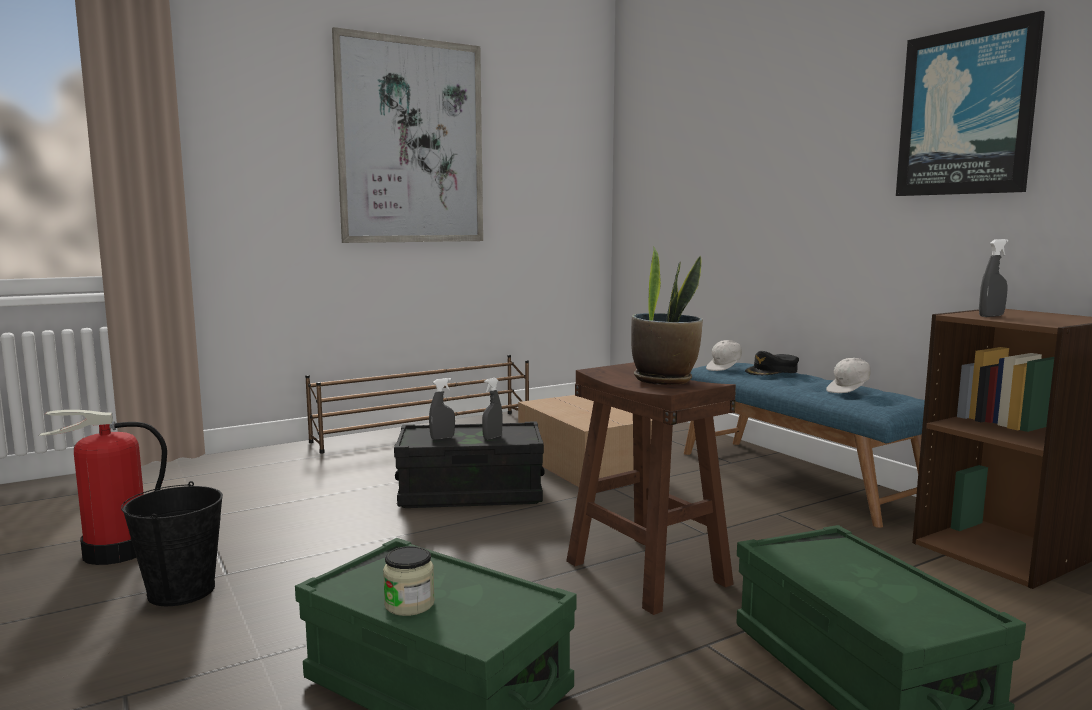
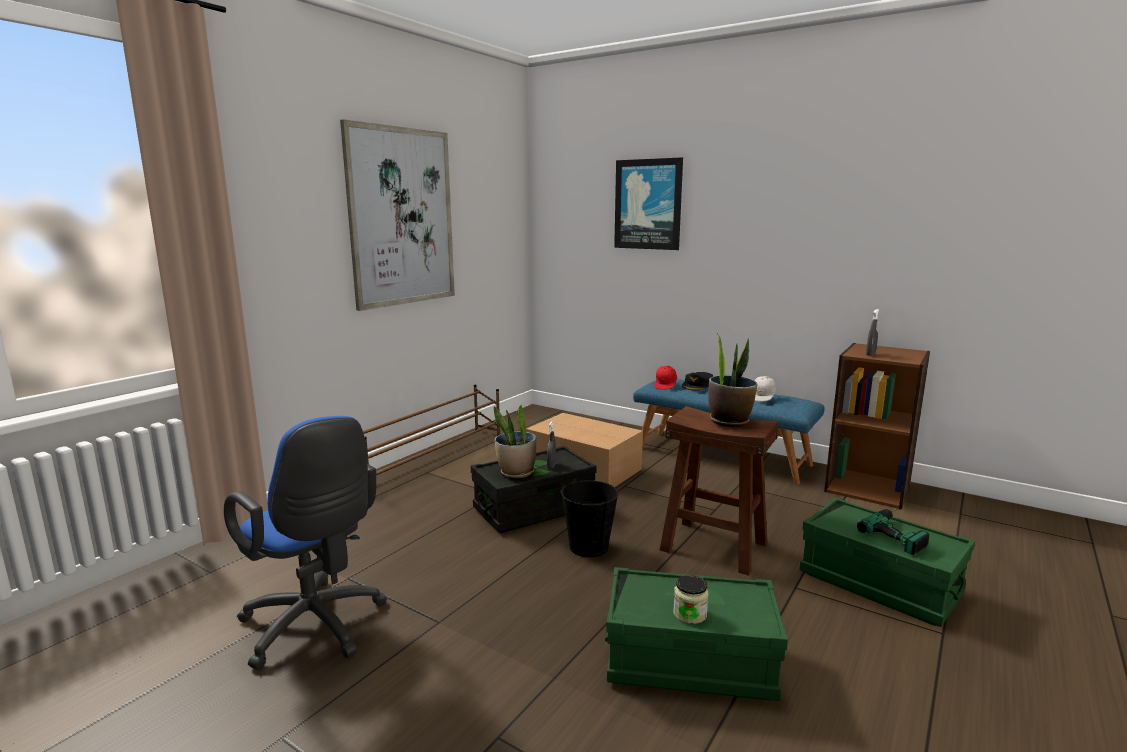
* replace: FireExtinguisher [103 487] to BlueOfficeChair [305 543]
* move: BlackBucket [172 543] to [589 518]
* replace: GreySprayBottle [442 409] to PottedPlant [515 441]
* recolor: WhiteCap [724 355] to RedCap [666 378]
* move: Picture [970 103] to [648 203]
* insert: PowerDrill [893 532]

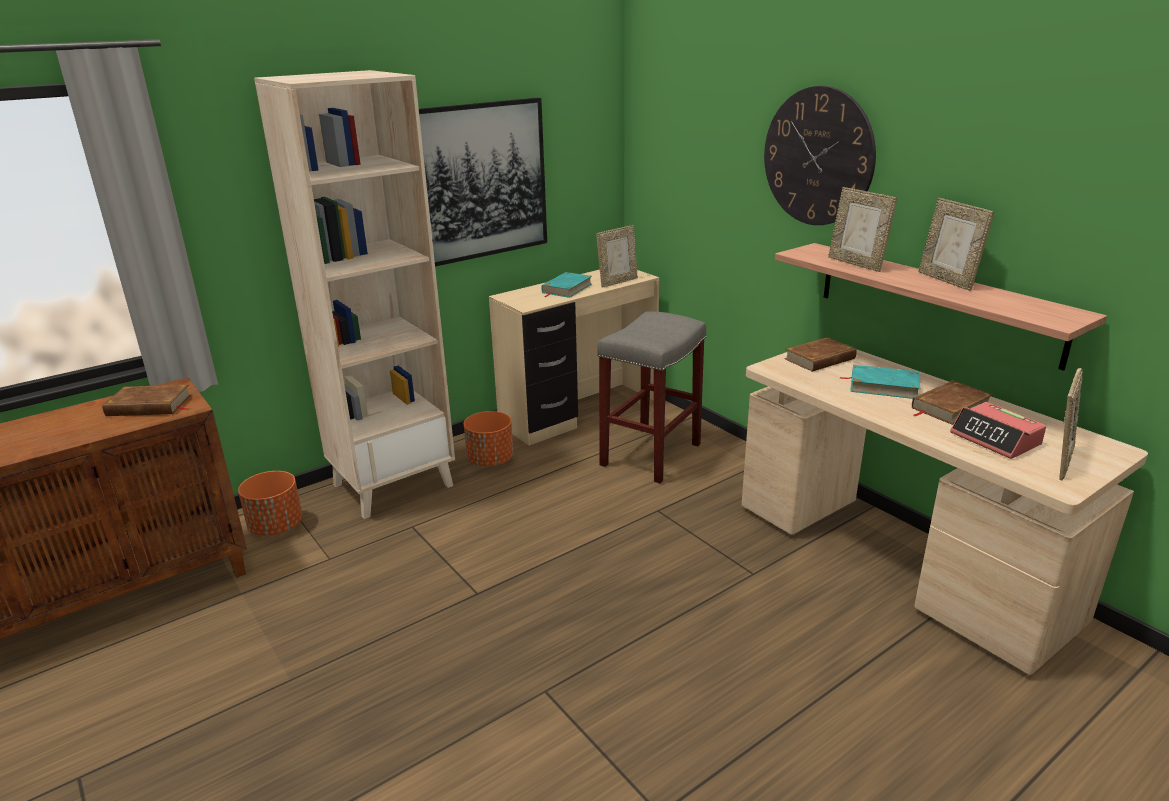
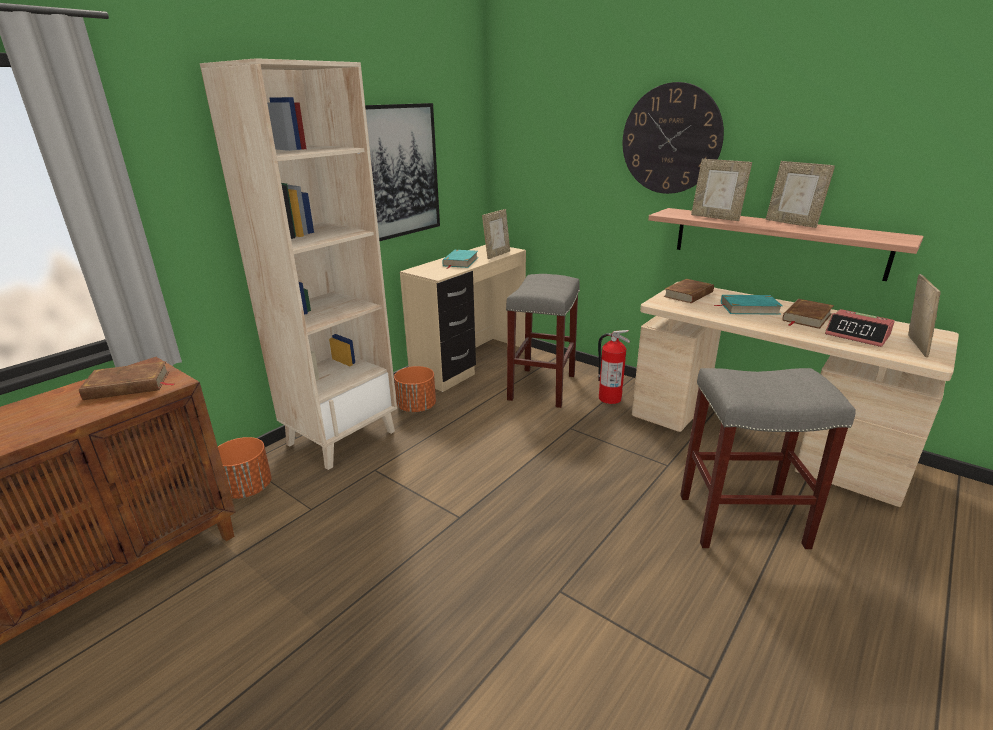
* insert: FireExtinguisher [614 367]
* insert: GreyStool [768 458]

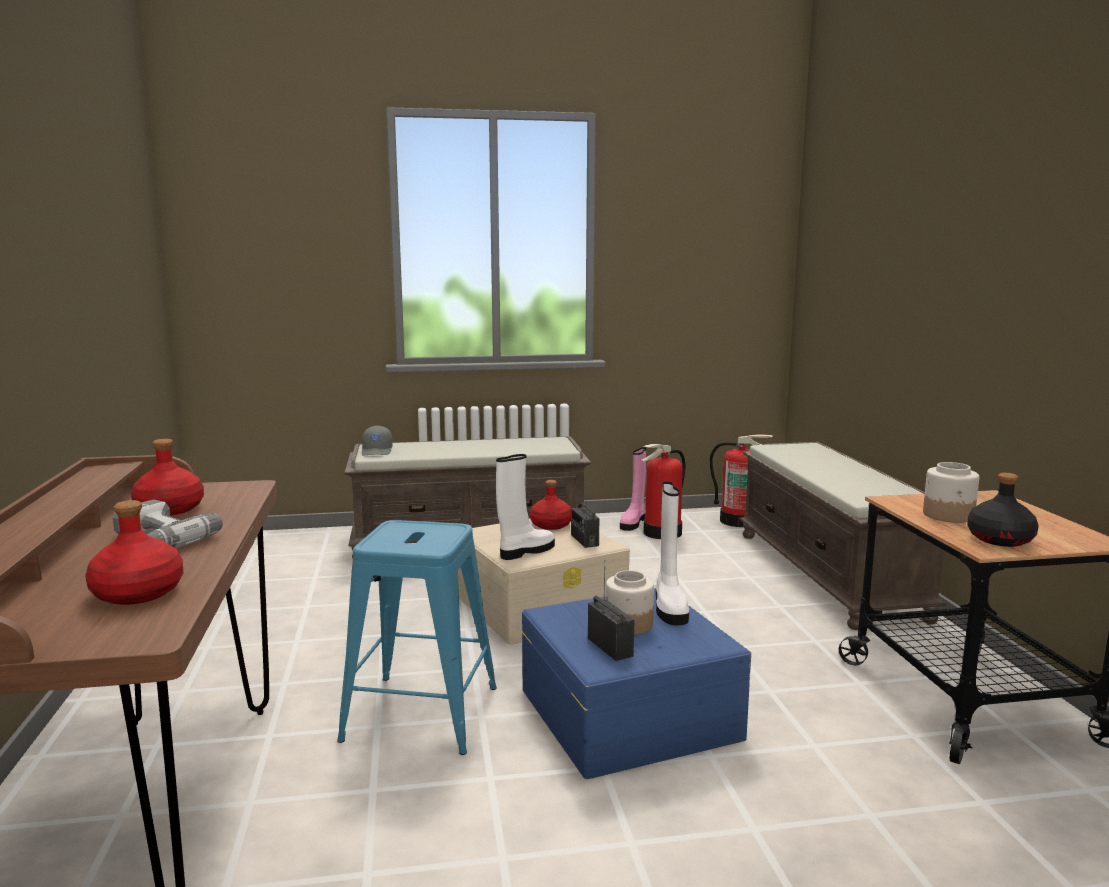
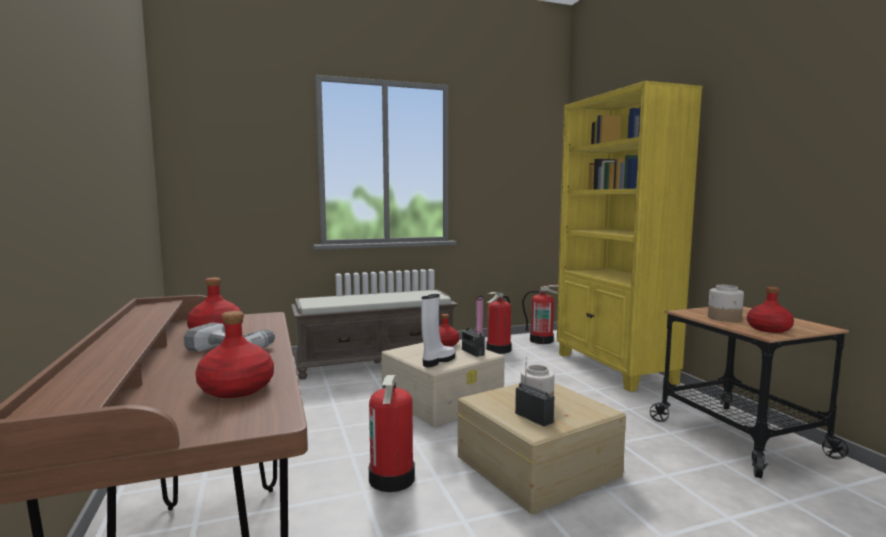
* replace: BlueStool [417 637] to FireExtinguisher [392 433]
* delete: GreyCap [377 440]
* recolor: BlueStorageBox [636 683] to BeigeStorageBox [541 448]
* delete: WhiteBoot [672 553]
* replace: BrownBench [843 536] to YellowBookcase [629 236]
* recolor: BlackBottle [1003 510] to RedBottle [770 310]

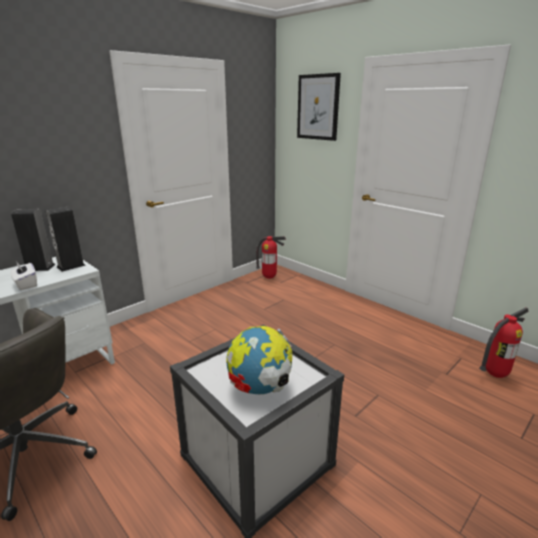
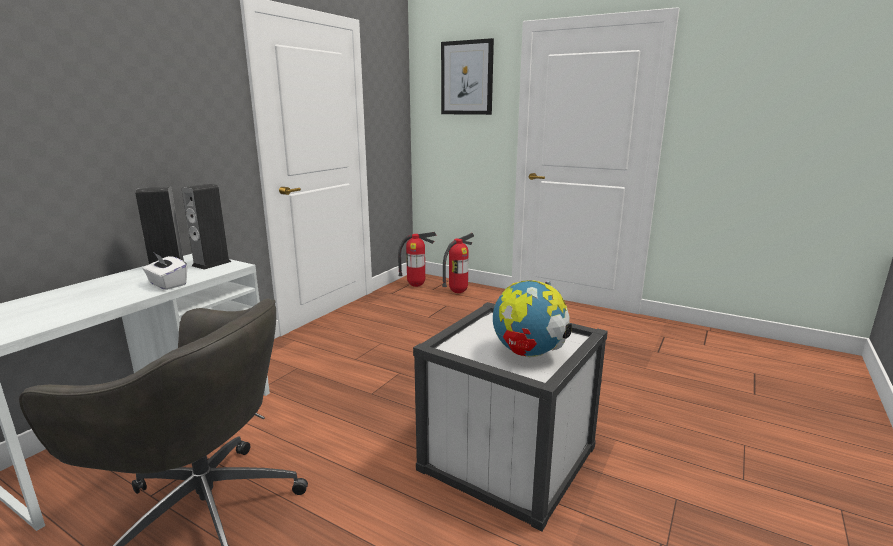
* move: FireExtinguisher [504 343] to [458 263]

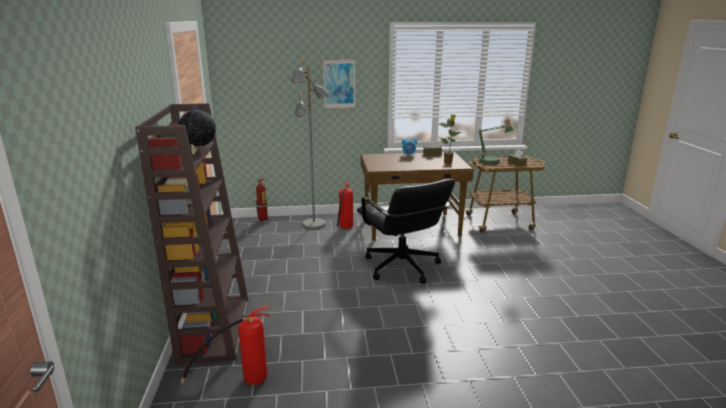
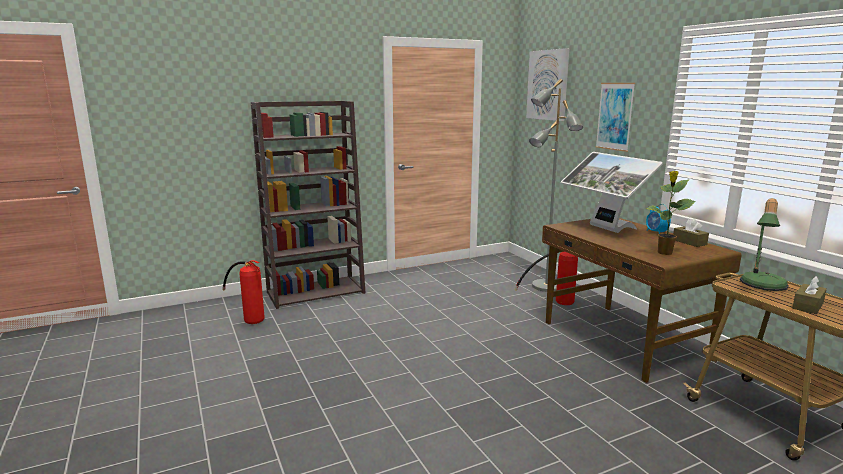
* delete: Globe [197 127]
* delete: FireExtinguisher [263 201]
* delete: BlackOfficeChair [406 231]
* insert: Picture [548 84]
* insert: Monitor [612 192]

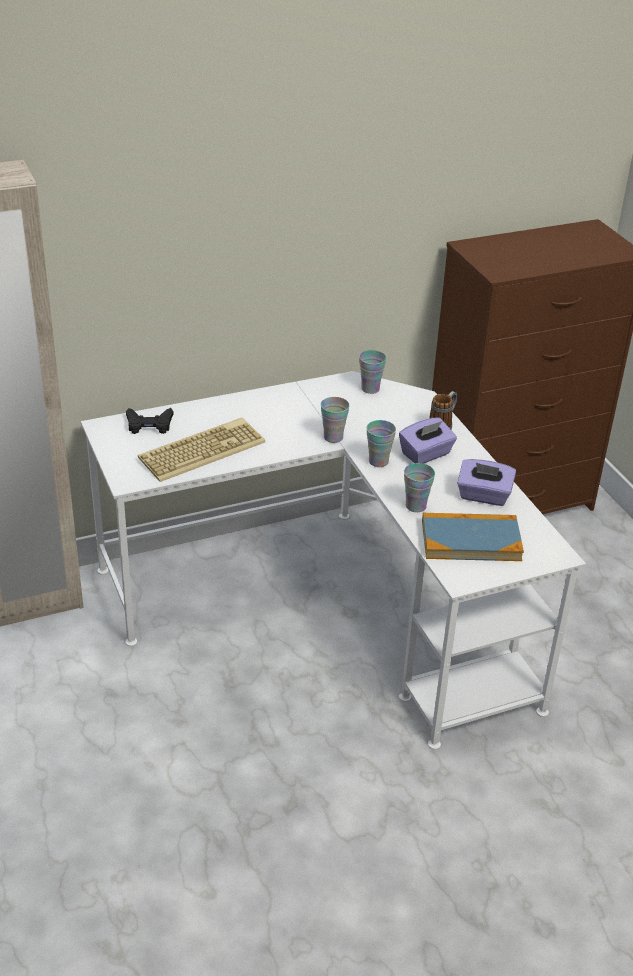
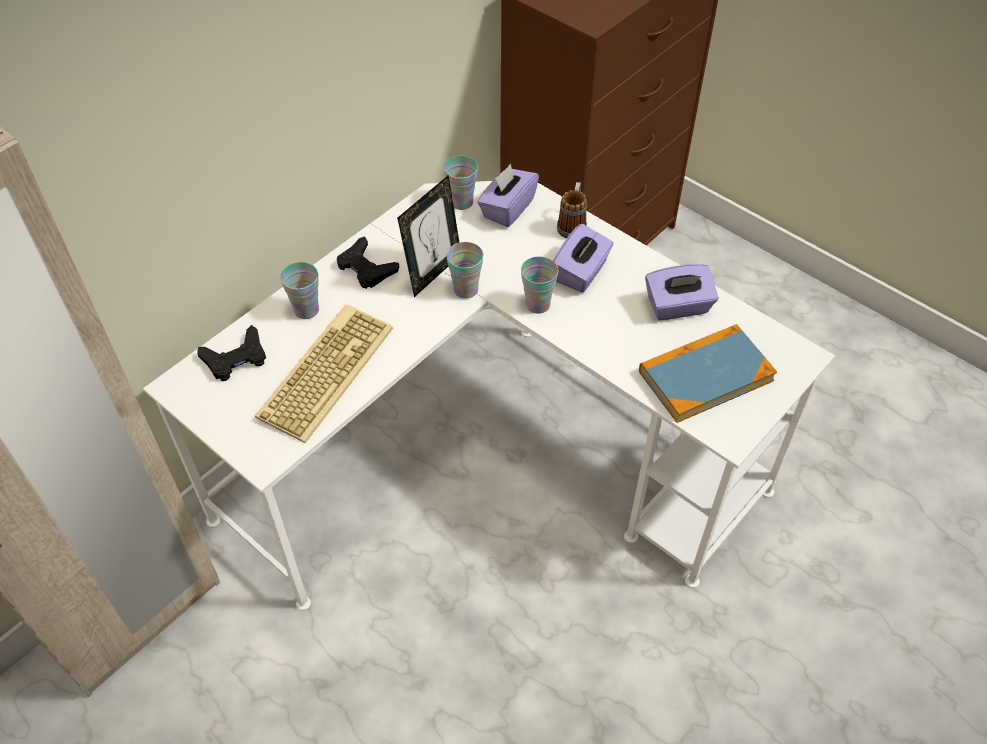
* move: Cup [419 487] to [299 290]
* insert: BlackGameController [368 262]
* insert: PictureFrame [428 236]
* insert: PurpleTissueBox [508 195]

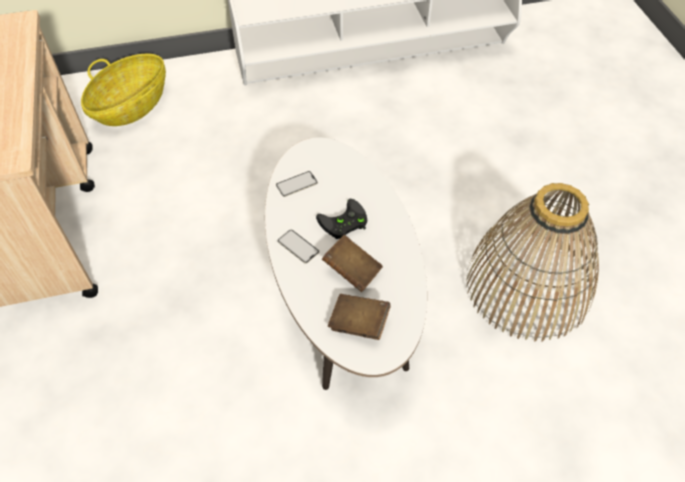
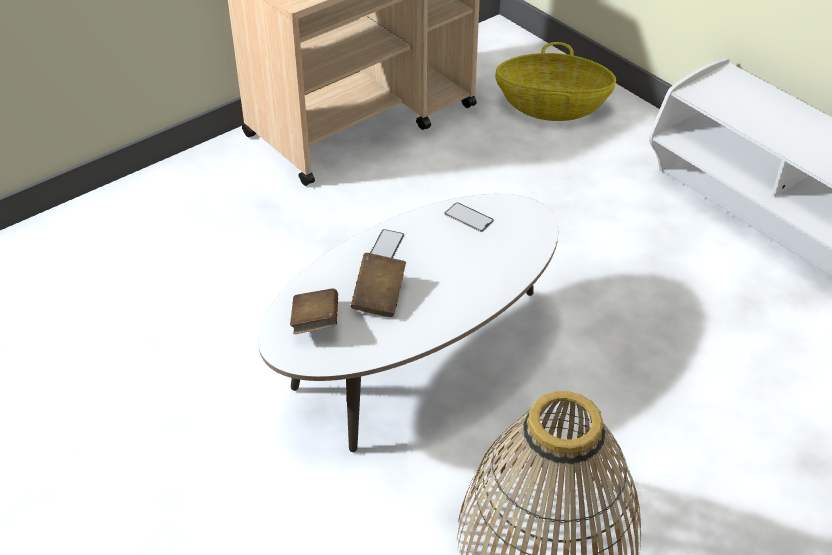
* delete: BlackGameController [341 219]

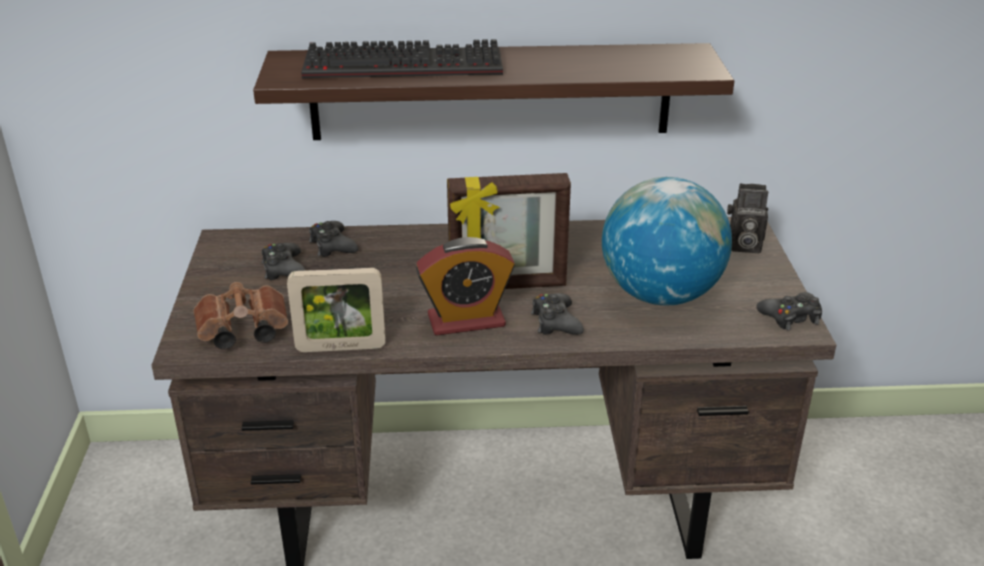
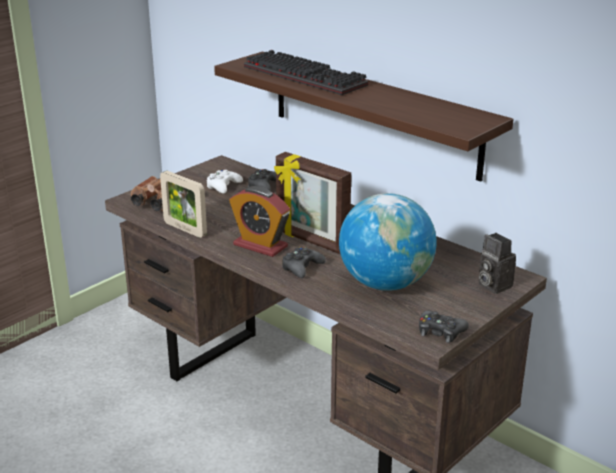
* recolor: BlackGameController [284 261] to WhiteGameController [225 181]

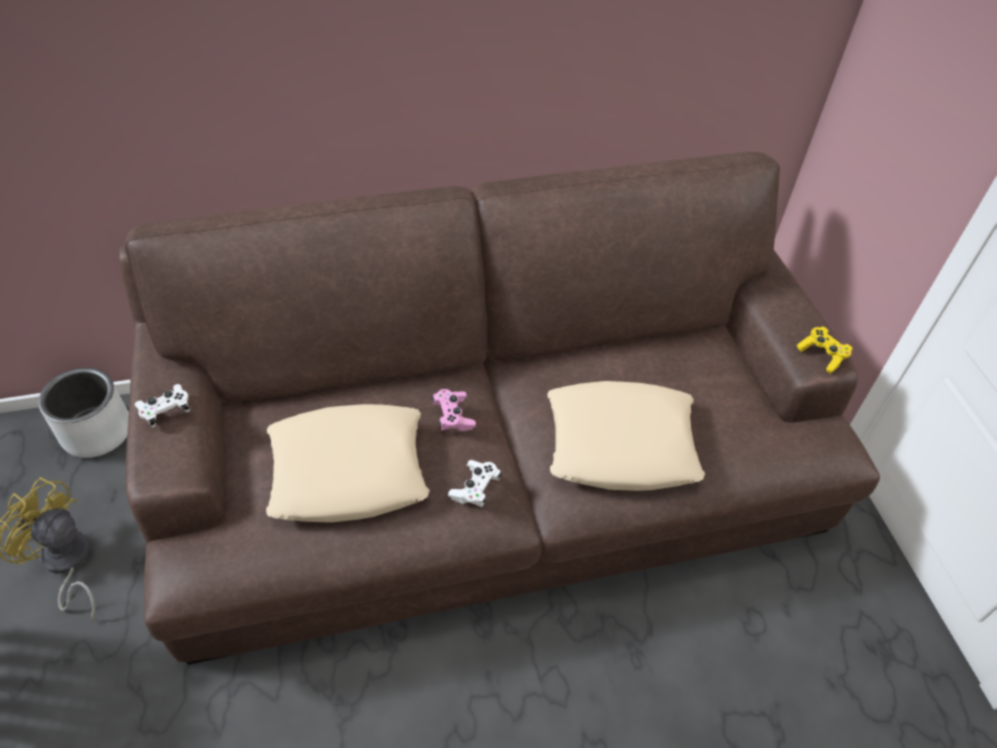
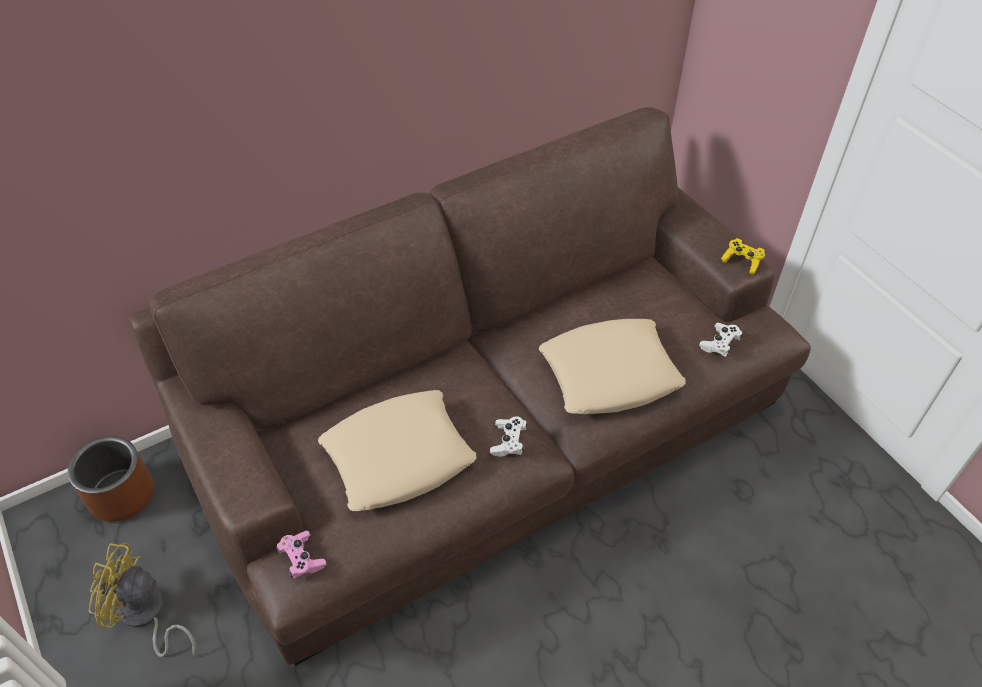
* recolor: GreyPlanter [83 412] to BrownPlanter [111 479]
* move: WhiteGameController [162 406] to [721 340]
* move: PinkGameController [453 410] to [301 555]

